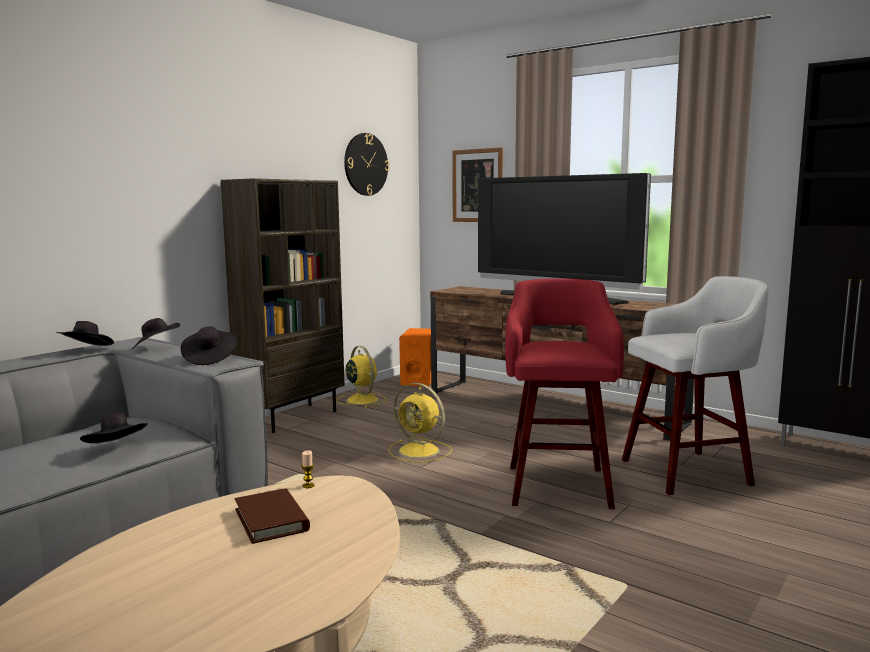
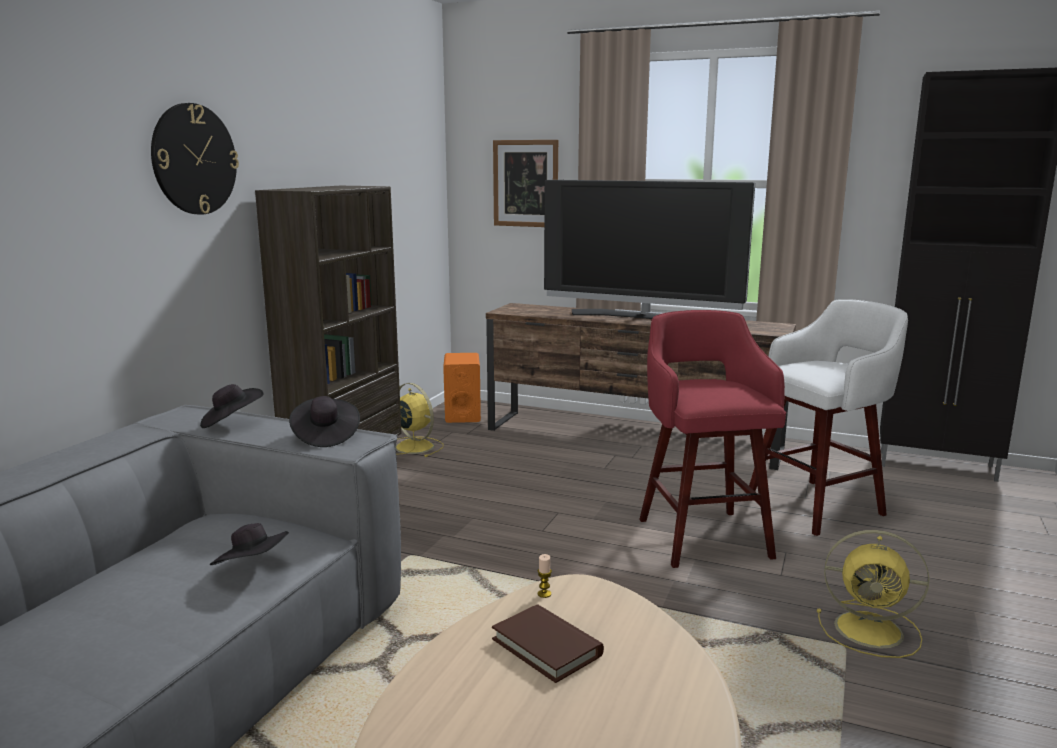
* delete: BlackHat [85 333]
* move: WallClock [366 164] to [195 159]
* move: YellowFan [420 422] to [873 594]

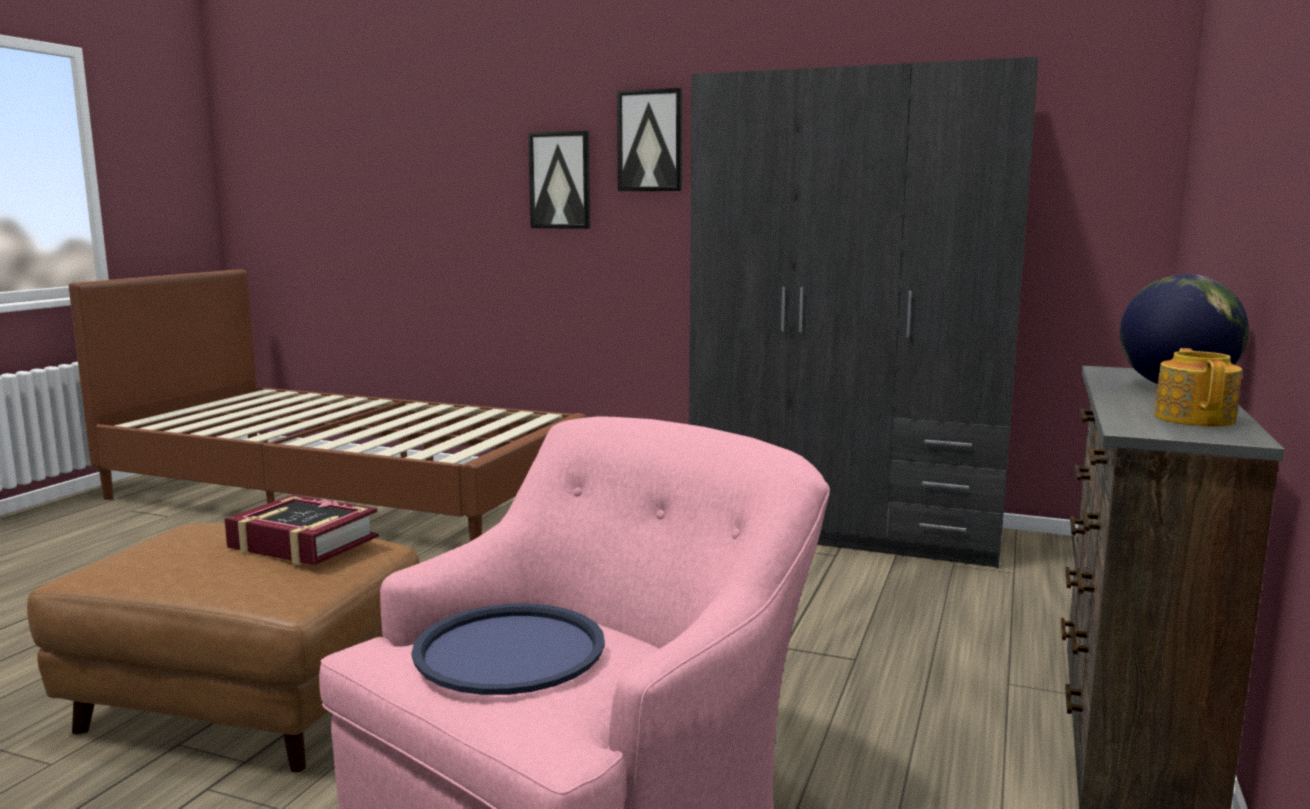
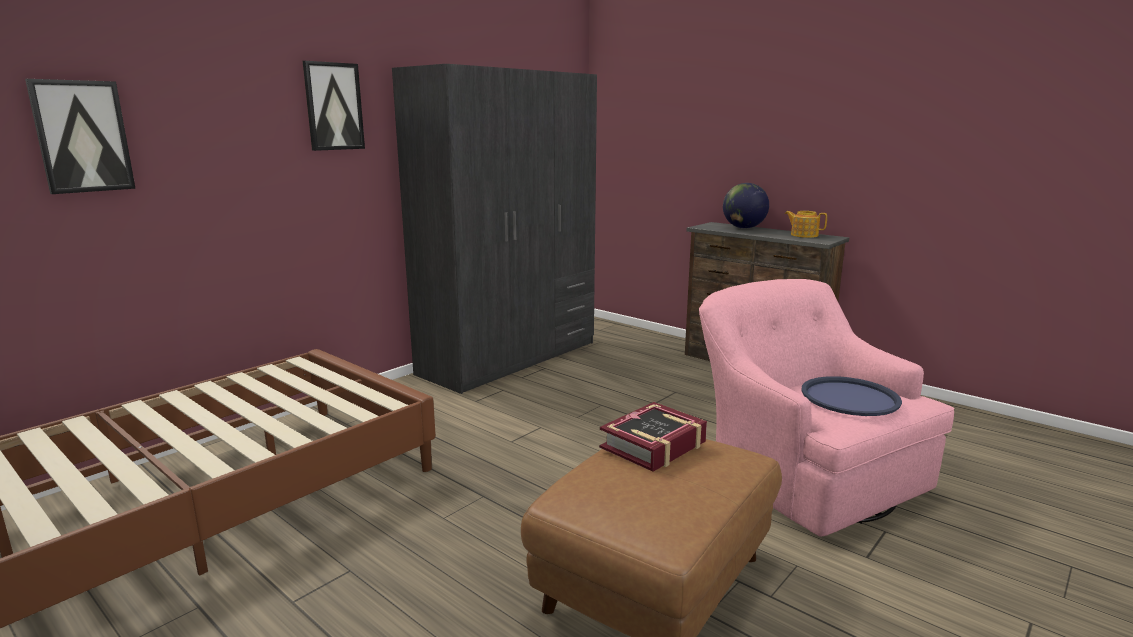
* move: Picture [559 180] to [80 136]

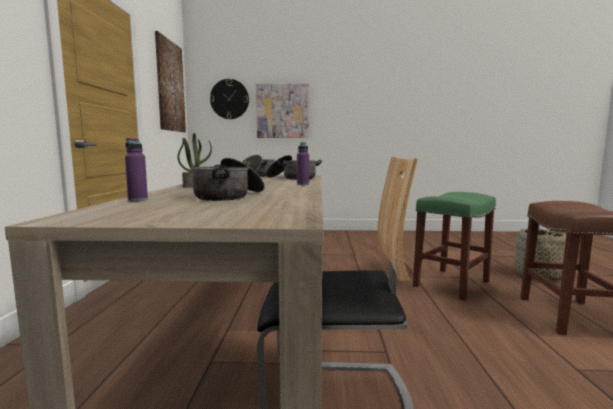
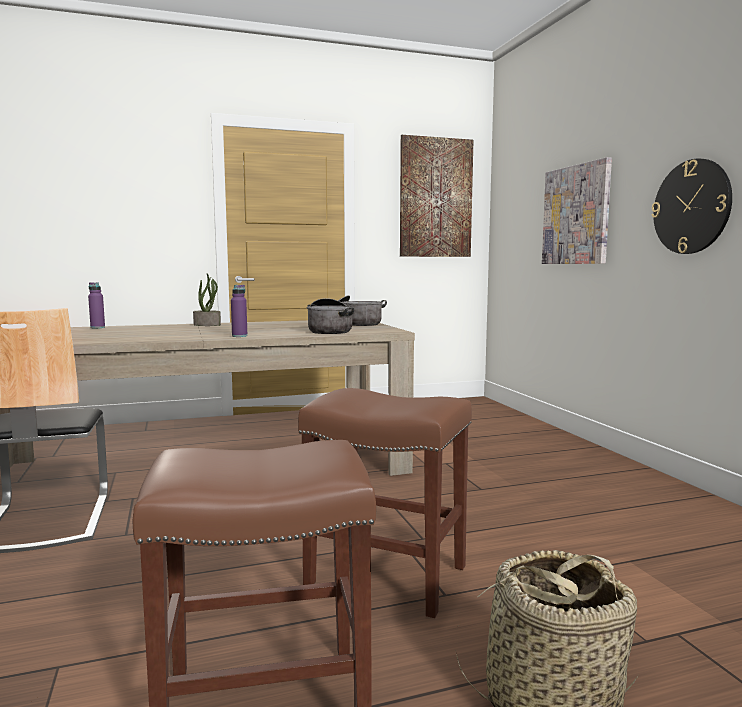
* delete: CookingPot [227 179]
* move: WallClock [229 99] to [691 206]
* recolor: GreenStool [454 246] to BrownStool [385 503]

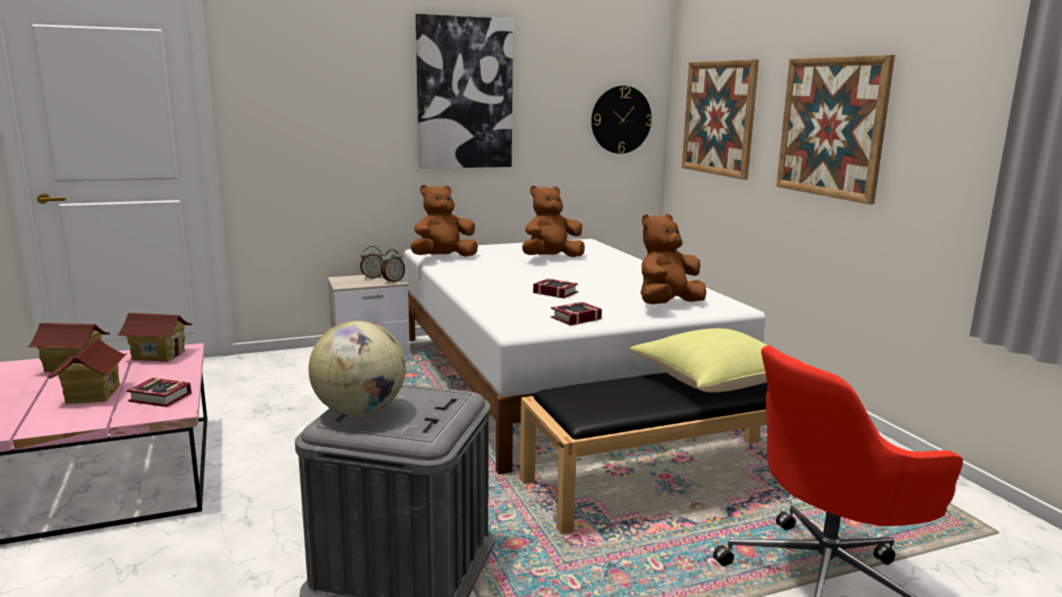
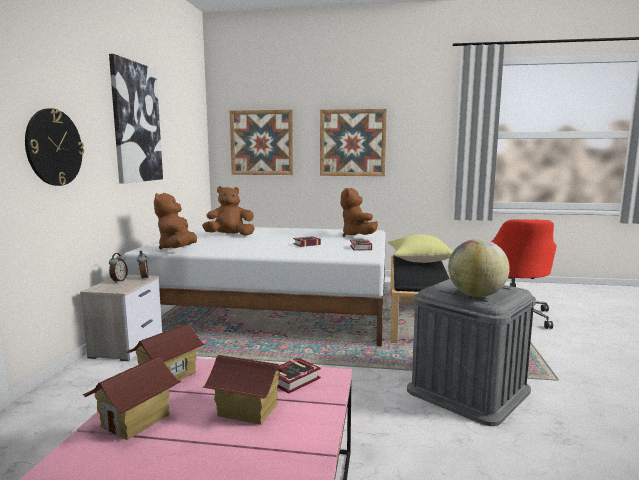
* rotate: BrownPlushToy [553 221] = [228 210] 75 degrees clockwise
* move: WallClock [621 120] to [54 147]

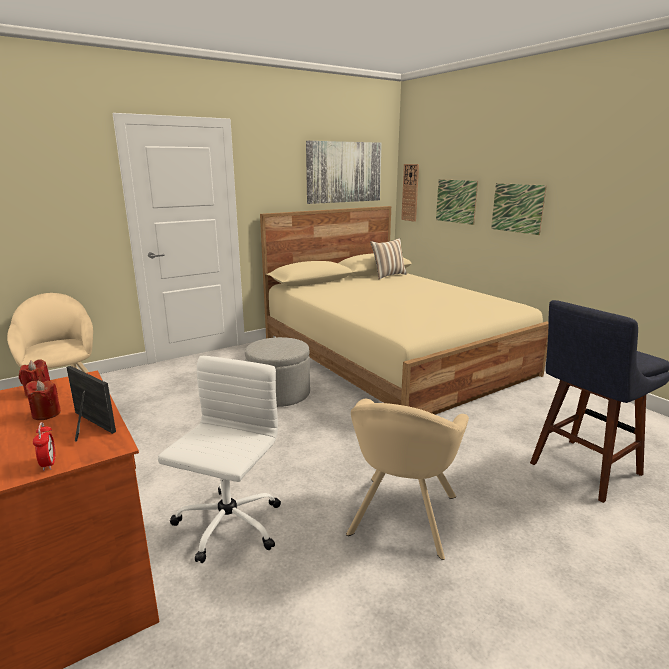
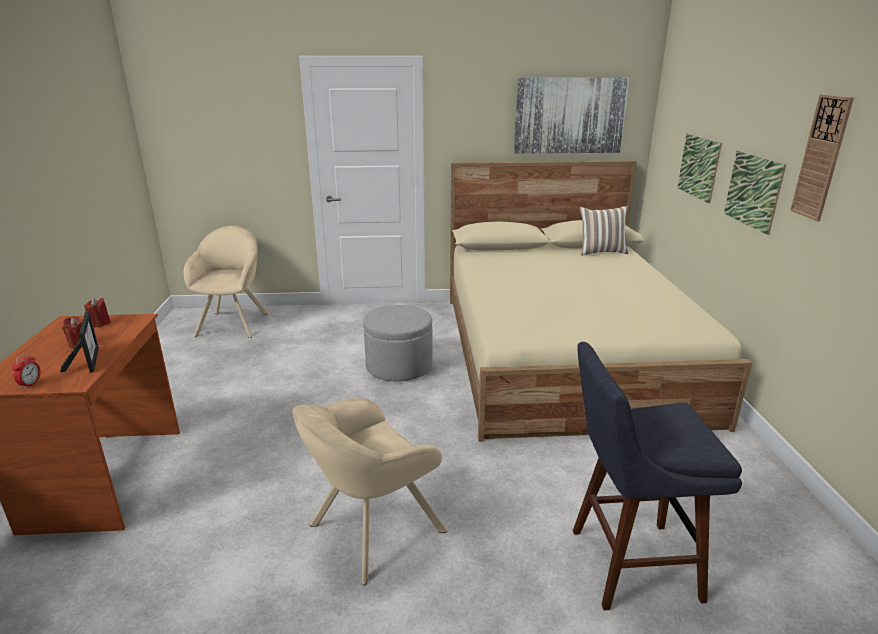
* delete: WhiteOfficeChair [219 459]
* move: WallClock [410 193] to [822 157]

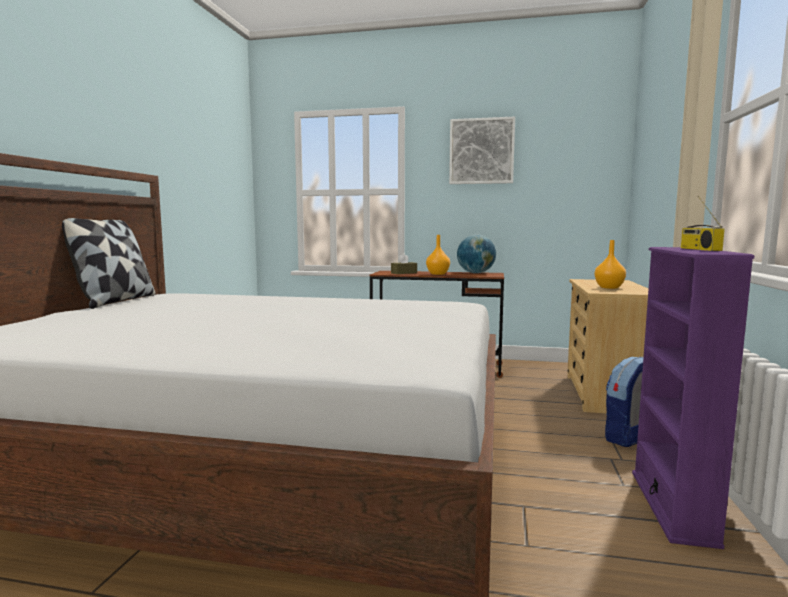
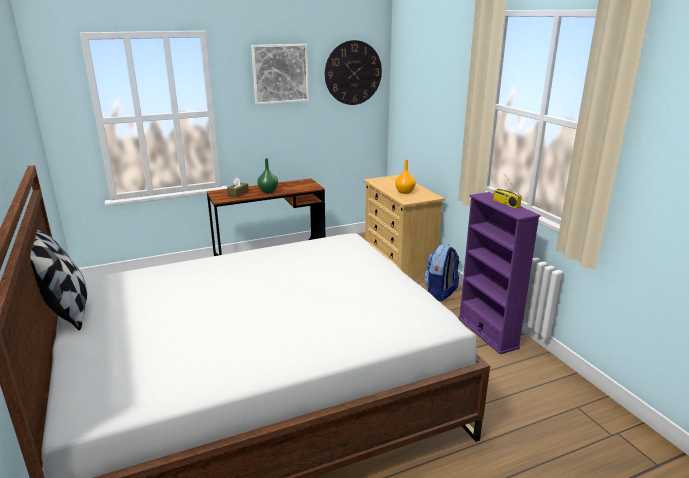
* recolor: OrangeVase [438 255] to GreenVase [267 175]
* delete: Globe [476 253]
* insert: WallClock [353 72]

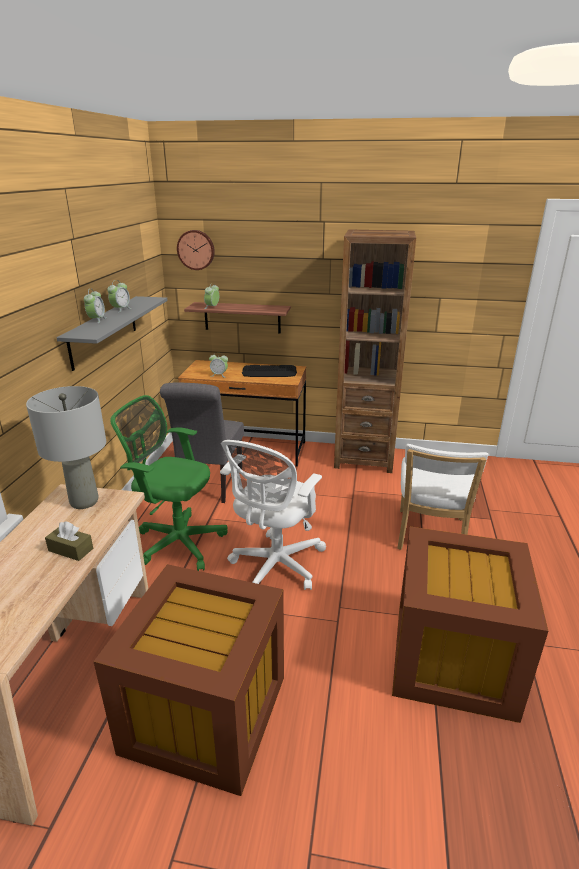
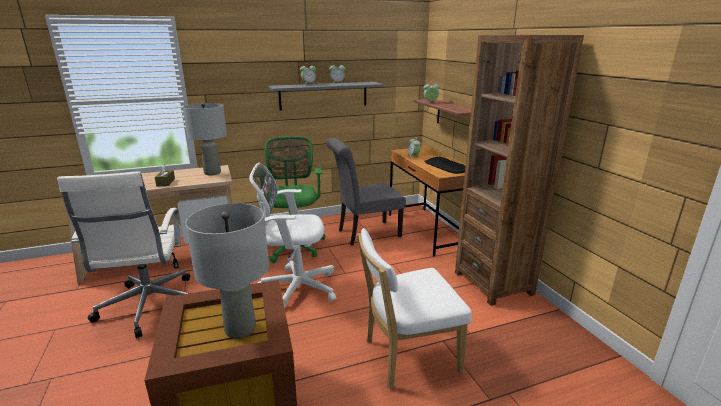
* replace: BrownStorageBox [188 680] to WhiteOfficeChair [123 254]
* delete: WallClock [196 250]
* insert: GreyTableLamp [227 271]

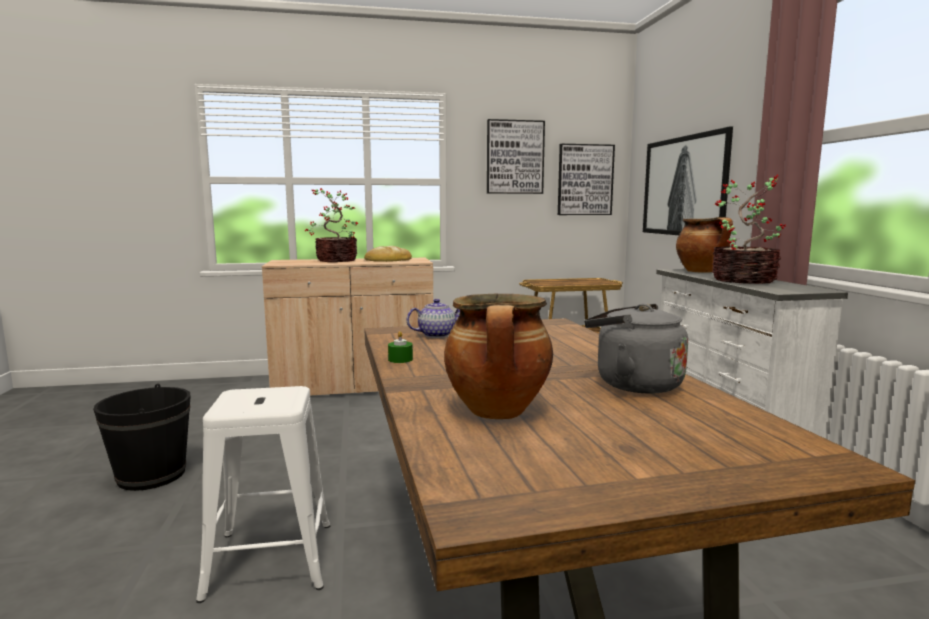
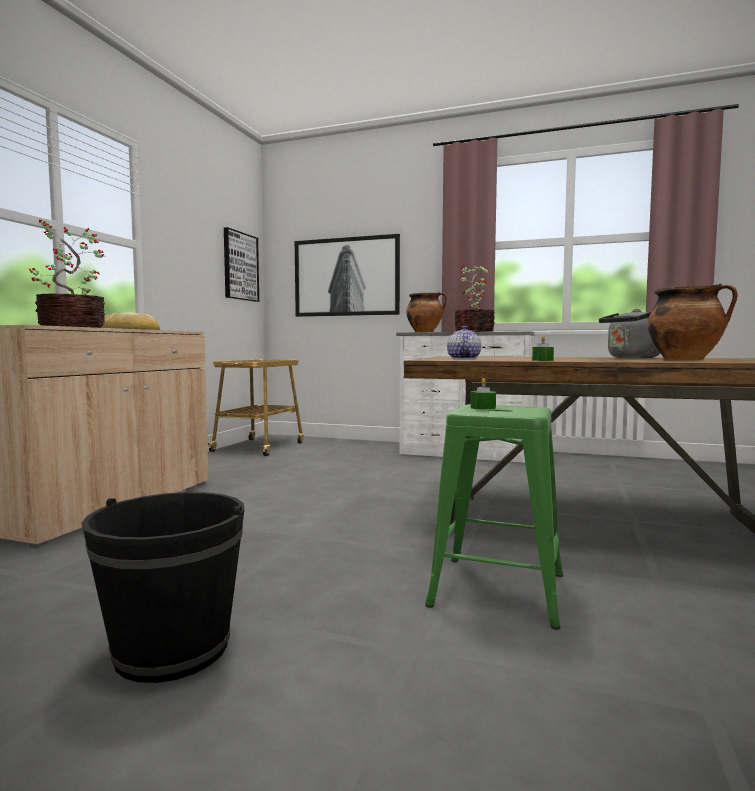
* recolor: WhiteStool [263 494] to GreenStool [494 517]
* delete: Picture [516 156]
* insert: GreenCandle [483 394]

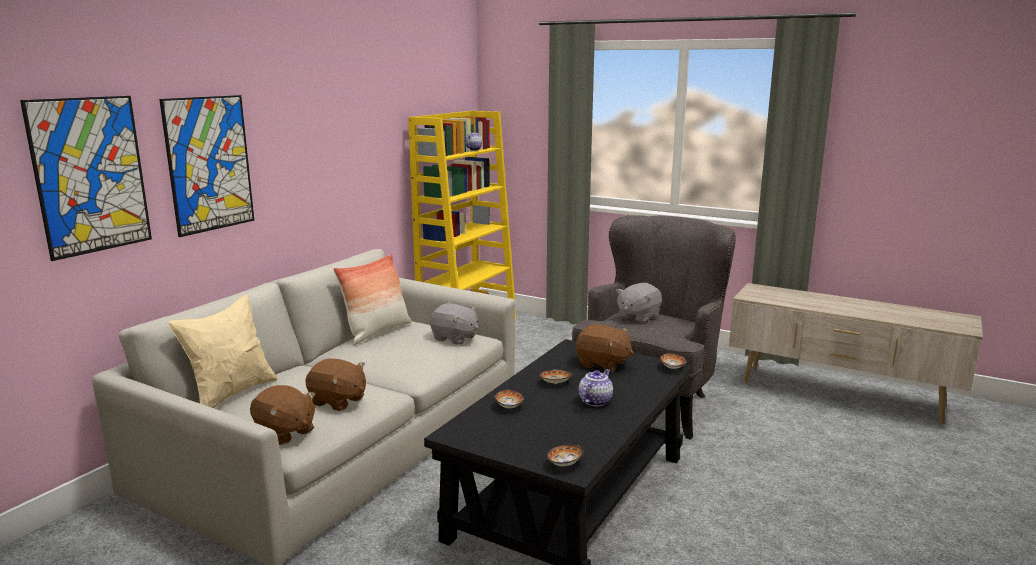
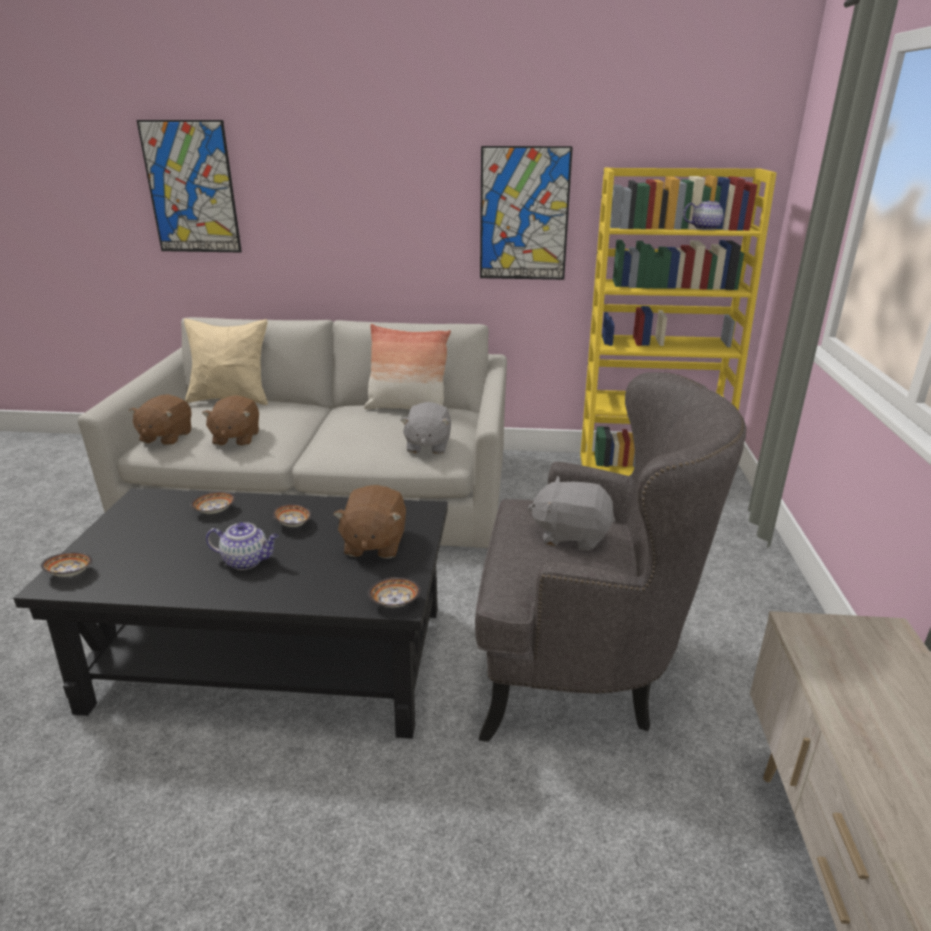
* move: Picture [206 166] to [526 213]

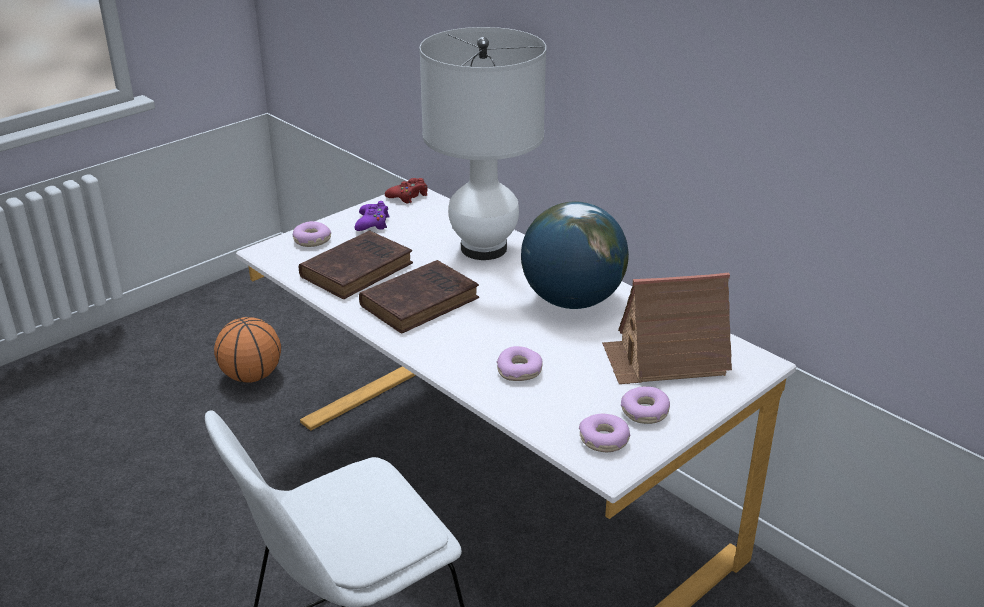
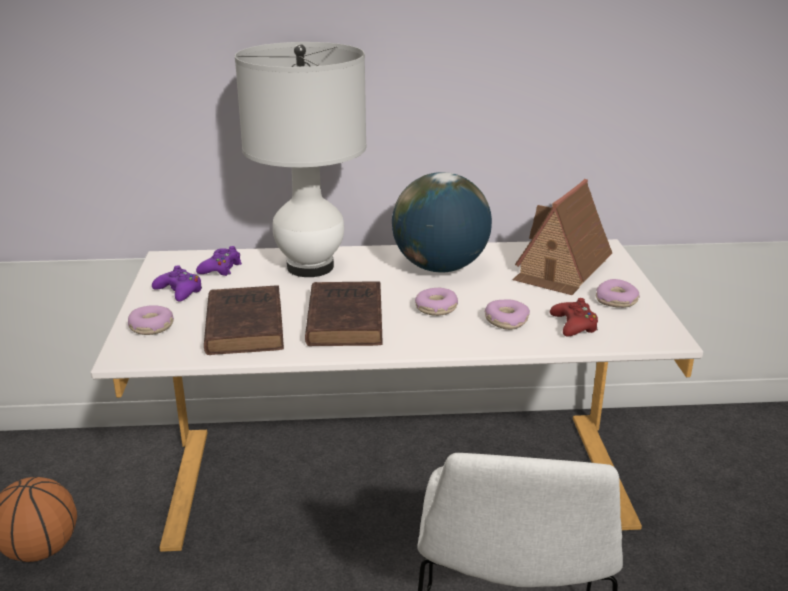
* move: RedGameController [406 191] to [574 317]
* move: Donut [604 433] to [436 302]
* insert: PurpleGameController [219 261]

